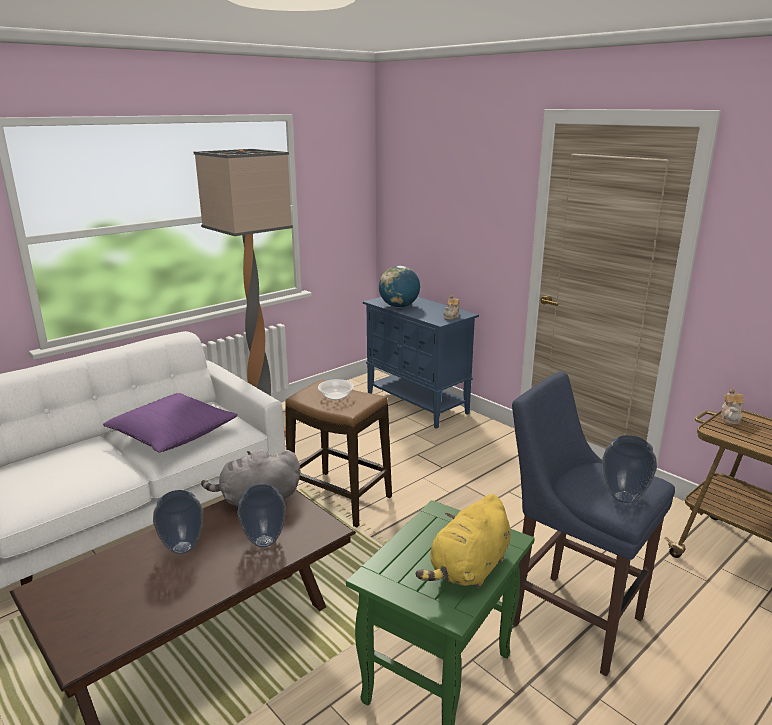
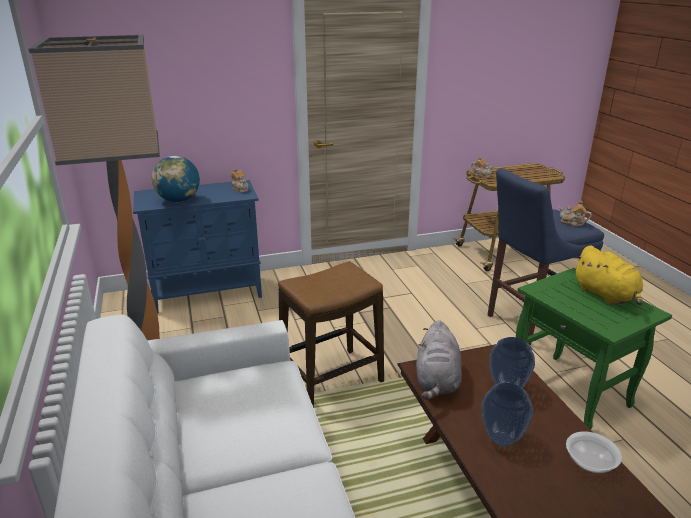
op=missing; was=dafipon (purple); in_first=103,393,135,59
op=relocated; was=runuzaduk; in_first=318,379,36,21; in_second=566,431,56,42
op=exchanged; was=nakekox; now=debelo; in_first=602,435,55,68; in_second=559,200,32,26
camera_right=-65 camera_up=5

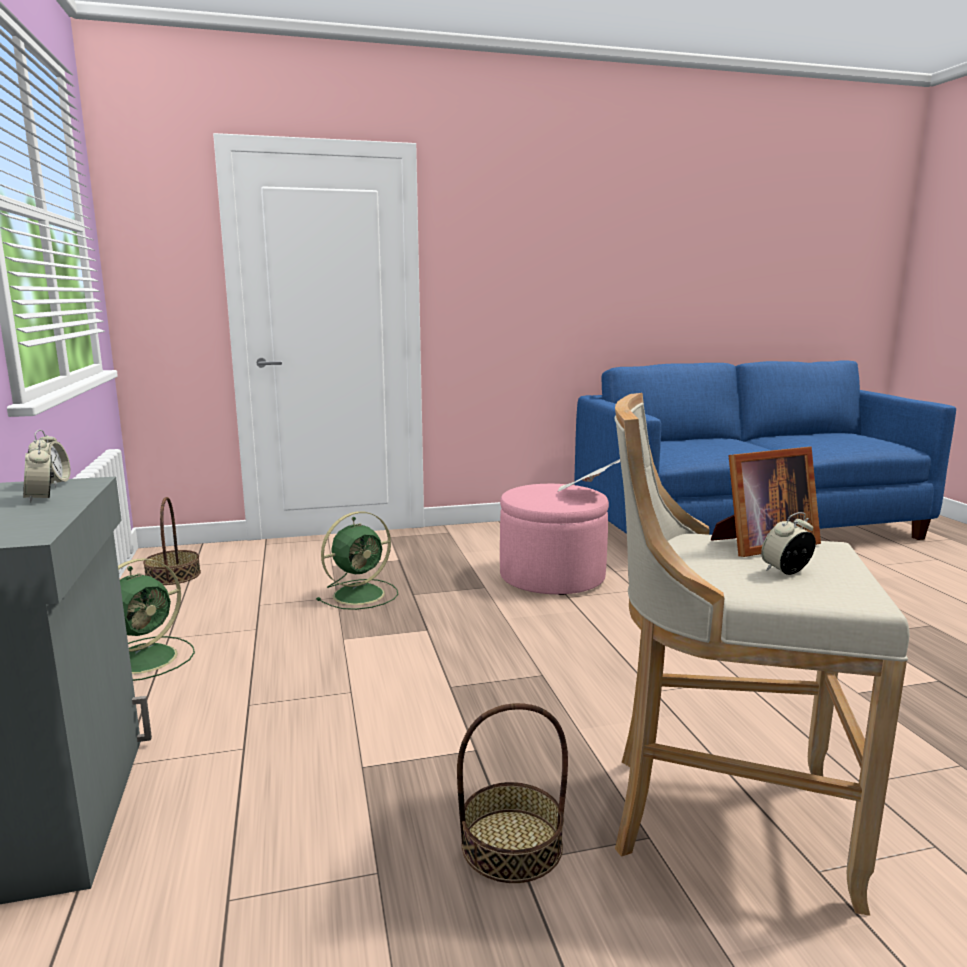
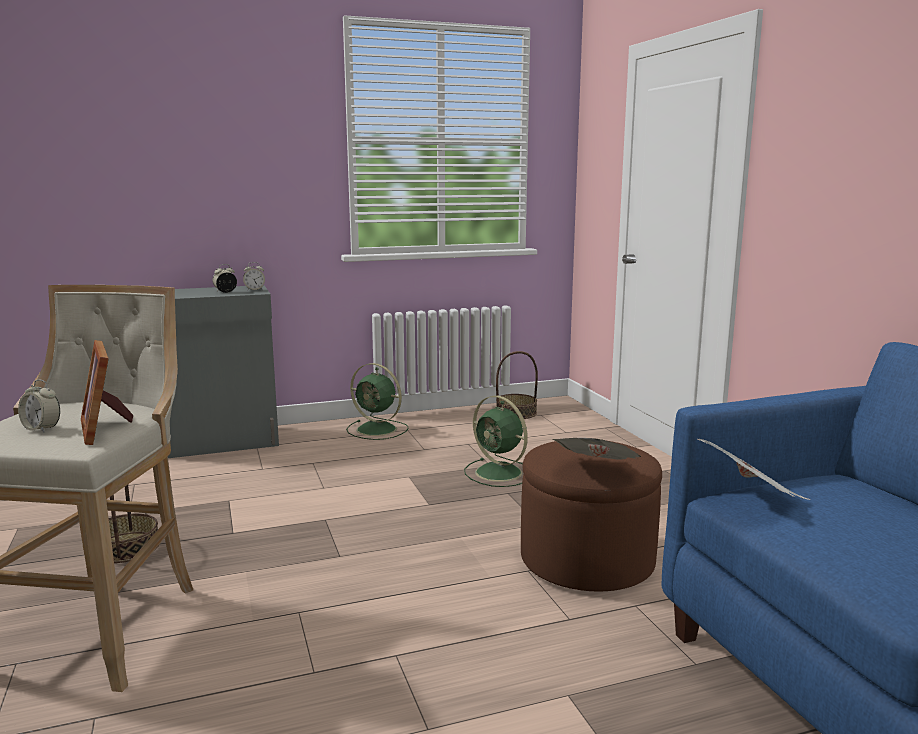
op=appeared; now=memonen; in_second=697,438,113,62
op=colour; was=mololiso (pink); now=mololiso (brown); in_first=500,484,109,111; in_second=521,441,141,150
op=spun; was=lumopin; in_first=761,512,55,63; in_second=18,380,42,53; clockwise=150
camera_right=85 camera_up=0

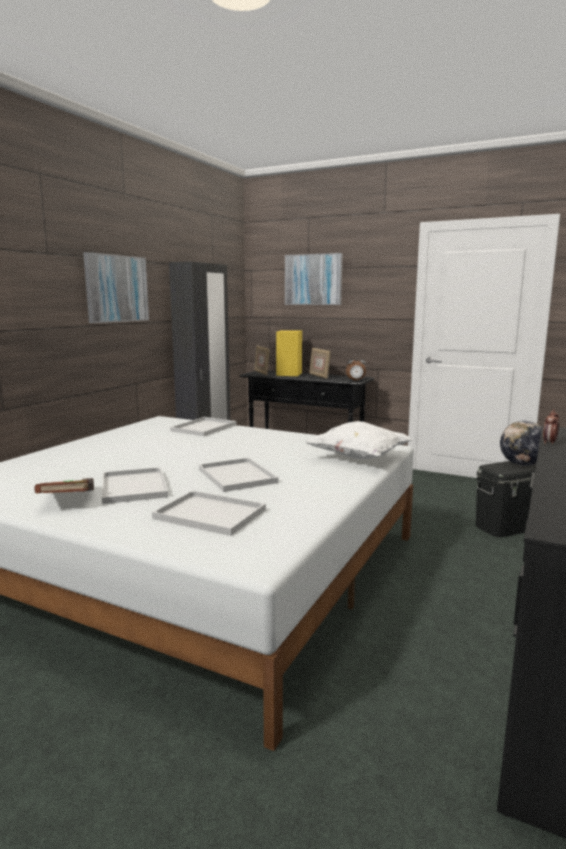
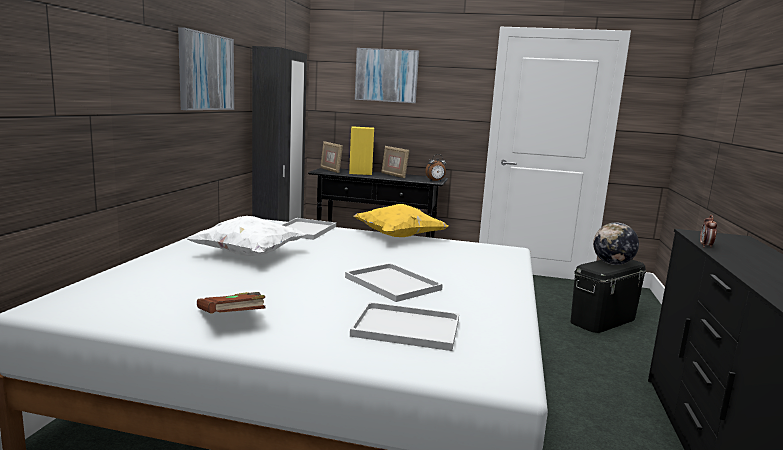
op=missing; was=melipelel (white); in_first=102,467,66,37
op=appeared; now=dafipon (yellow); in_second=353,204,95,33
op=relocated; was=dafipon (white); in_first=305,421,108,38; in_second=185,216,122,40
camera_right=-15 camera_up=0

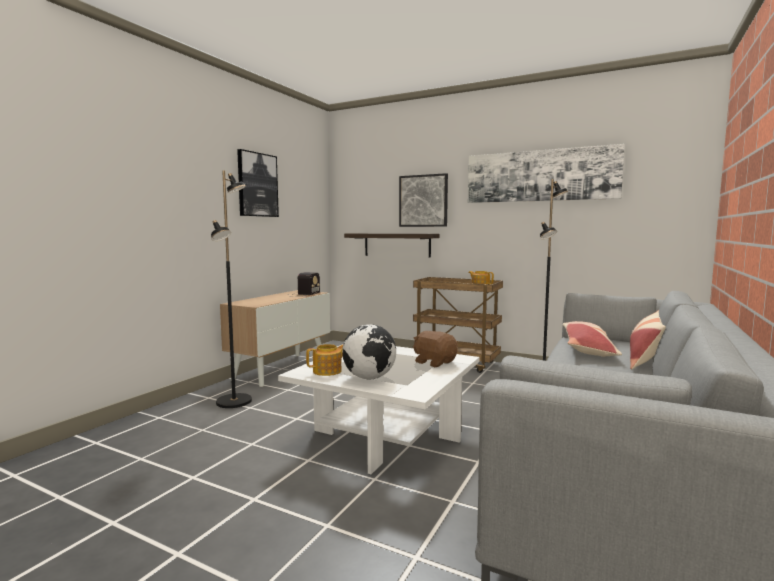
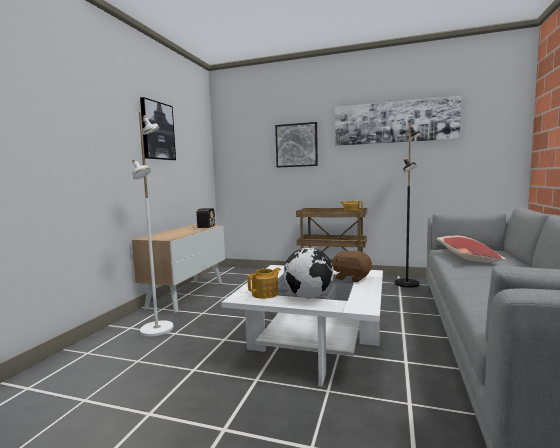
op=missing; was=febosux; in_first=344,233,95,25
op=missing; was=dafipon; in_first=630,310,36,60
op=colour; was=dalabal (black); now=dalabal (white); in_first=211,171,41,237; in_second=132,112,42,225
camera_right=-10 camera_up=0

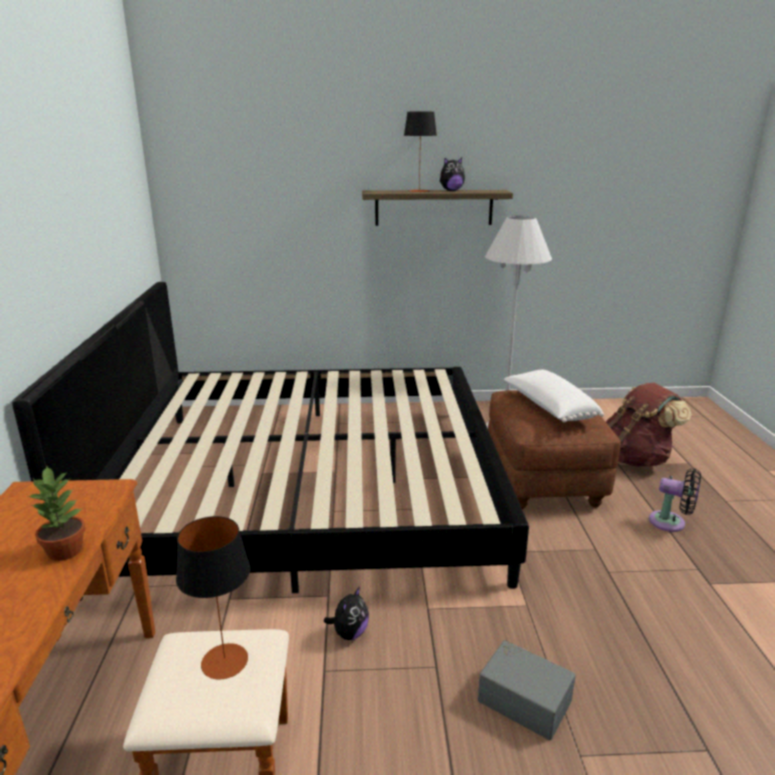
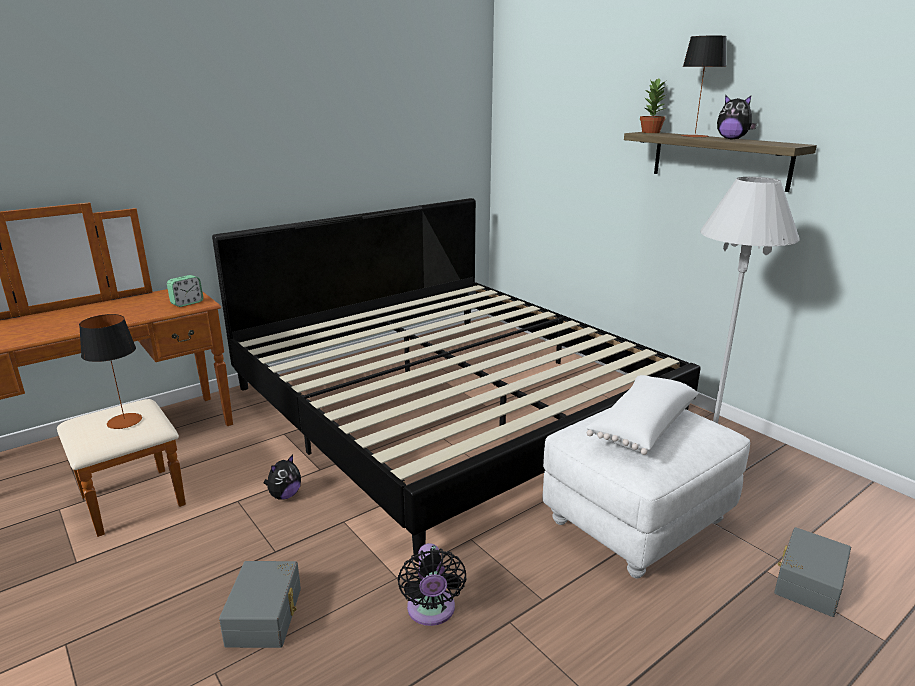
op=appeared; now=lumopin; in_second=167,275,36,32
op=relocated; was=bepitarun; in_first=28,467,58,94; in_second=640,78,26,55
op=relocated; was=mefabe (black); in_first=649,468,52,64; in_second=398,543,69,83
op=exchanged; was=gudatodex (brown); now=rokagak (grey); in_first=606,383,86,83; in_second=774,527,77,90
op=colour; was=mololiso (brown); now=mololiso (white); in_first=488,390,133,119; in_second=543,408,207,170
op=spun; was=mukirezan; in_first=324,586,45,54; in_second=263,455,38,45; clockwise=-45
camera_right=55 camera_up=0

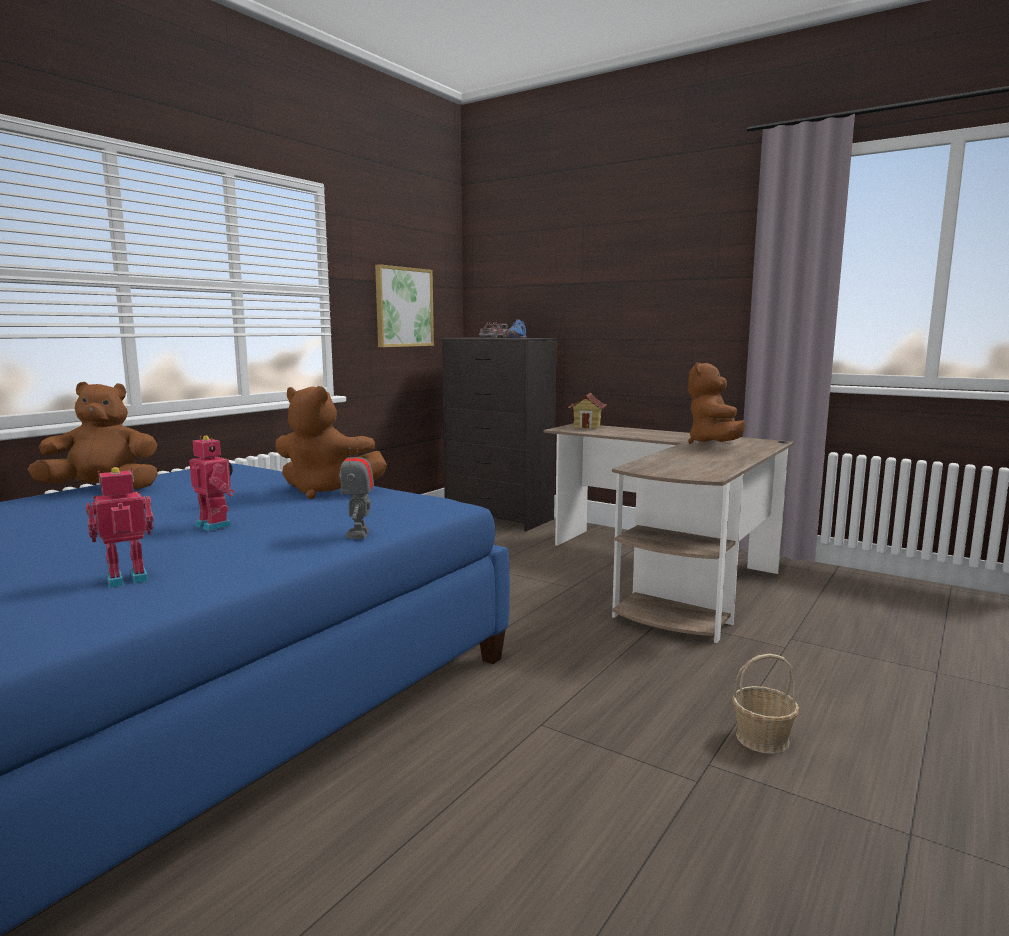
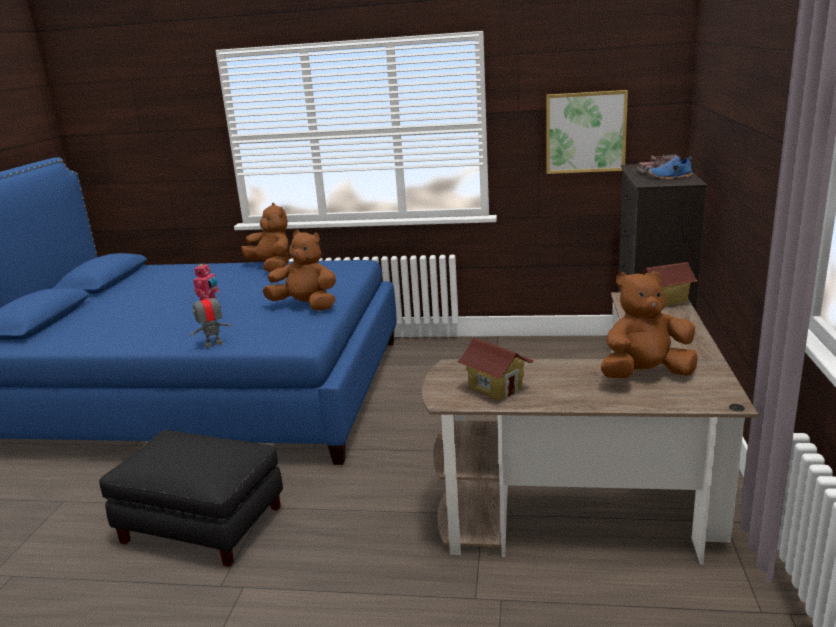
op=missing; was=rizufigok; in_first=86,467,68,121
op=missing; was=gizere; in_first=732,653,67,101
op=appeared; now=mololiso (black); in_second=99,430,184,137
op=appeared; now=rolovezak; in_second=456,338,78,63
op=spun; was=mukirezan (brown); in_first=275,386,112,113; in_second=263,230,73,81; clockwise=120
camera_right=65 camera_up=10

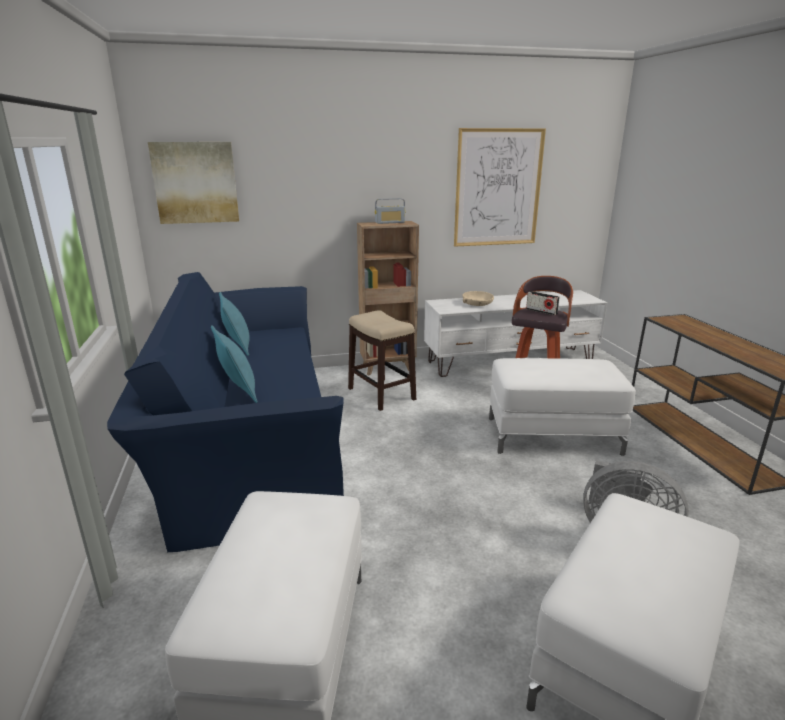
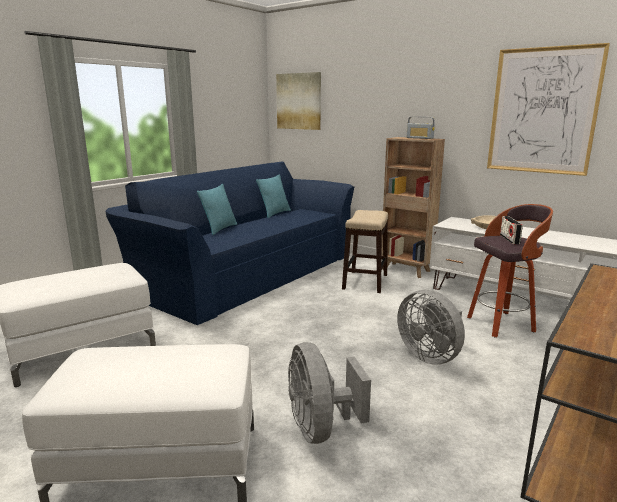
op=exchanged; was=mololiso (white); now=mefabe (grey); in_first=489,358,147,98; in_second=397,290,68,74
camera_right=50 camera_up=-5

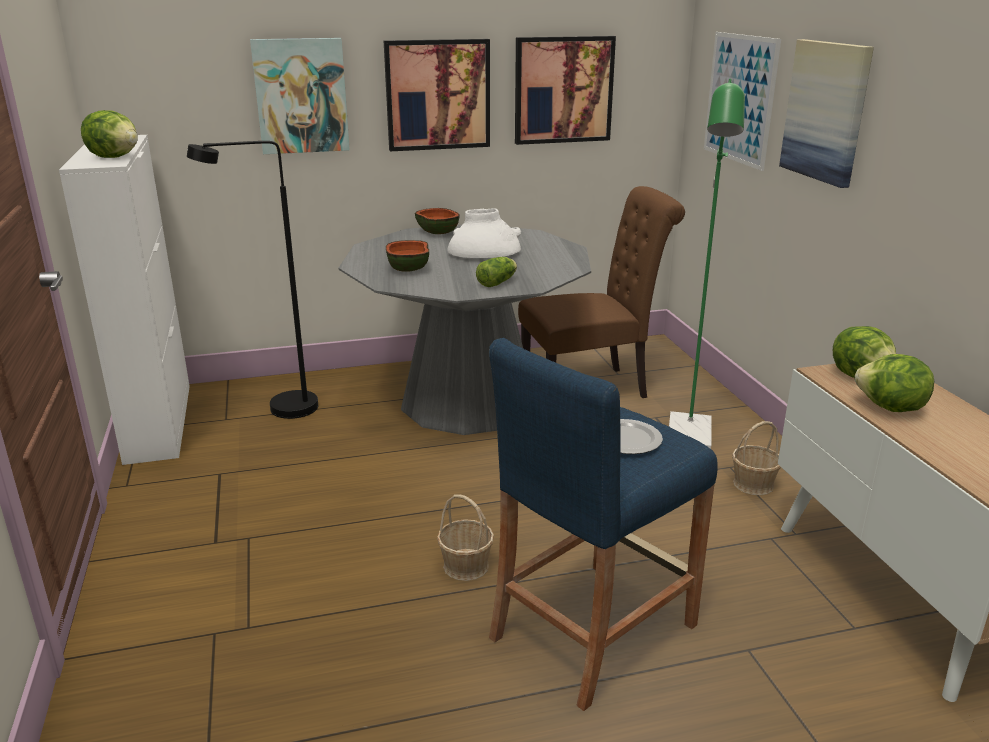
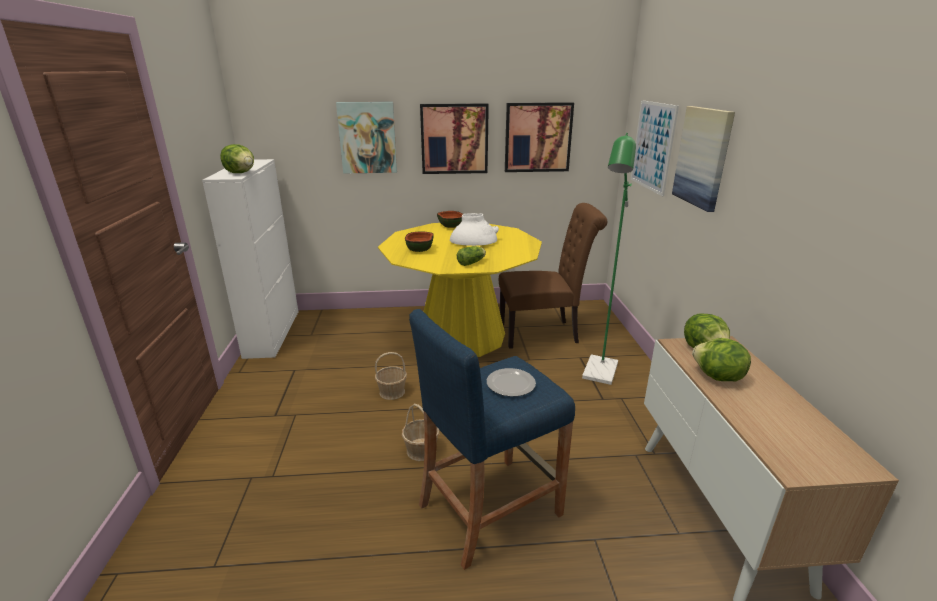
op=missing; was=dalabal (black); in_first=187,141,131,278
op=relocated; was=gizere; in_first=732,421,49,74; in_second=375,352,32,48
op=colour; was=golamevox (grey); now=golamevox (yellow); in_first=338,225,253,210; in_second=378,223,164,134
camera_right=10 camera_up=0

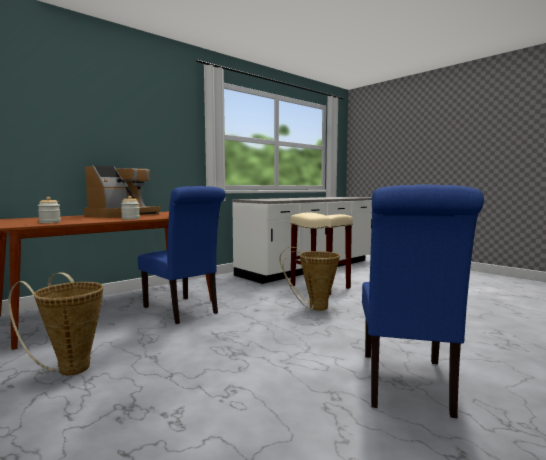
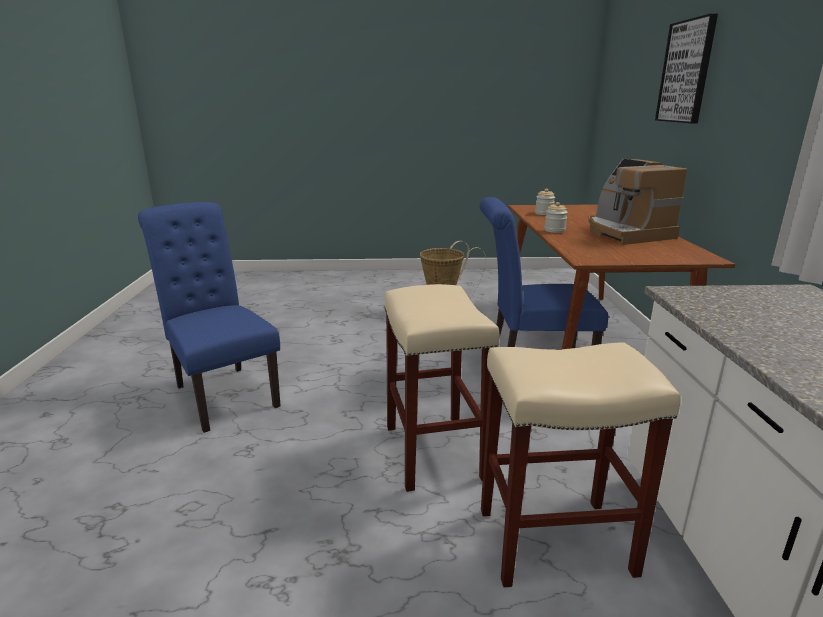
op=appeared; now=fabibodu; in_second=655,13,63,110
op=exchanged; was=gizere; now=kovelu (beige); in_first=279,247,61,64; in_second=384,284,115,208
camera_right=130 camera_up=15

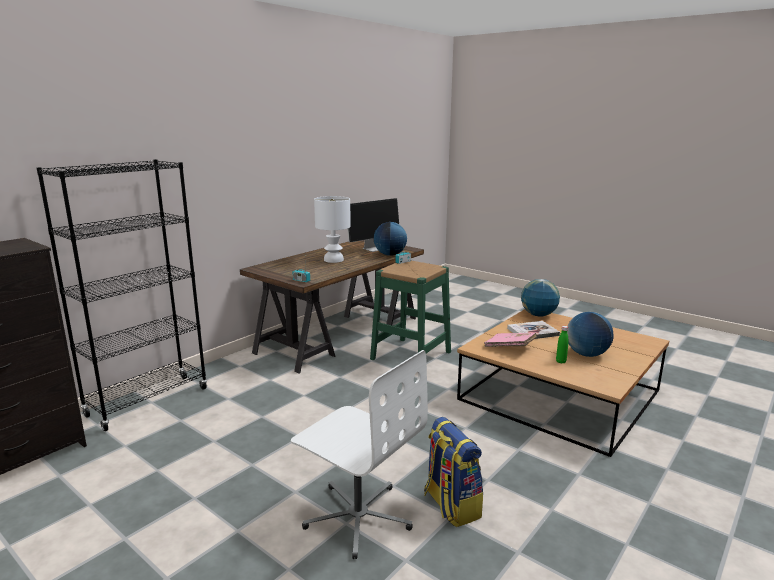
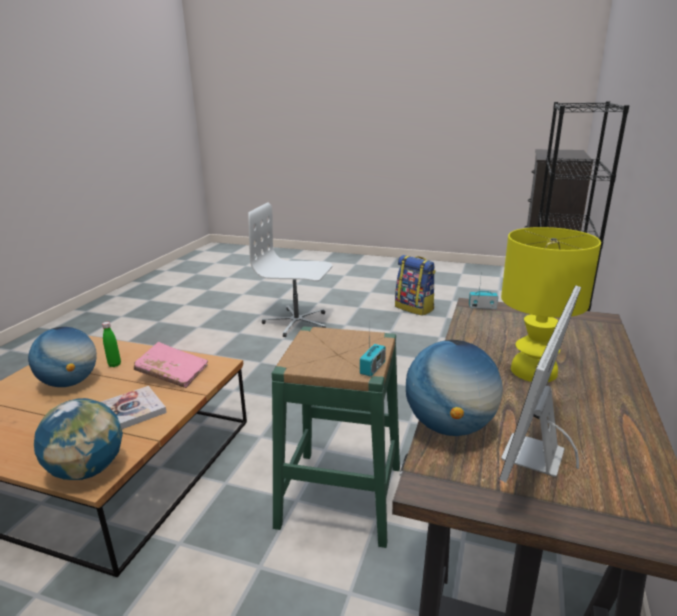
op=relocated; was=gudatodex; in_first=424,417,59,110; in_second=395,255,40,61
op=colour; was=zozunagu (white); now=zozunagu (yellow); in_first=314,196,37,67; in_second=501,227,100,155
camera_right=160 camera_up=5

